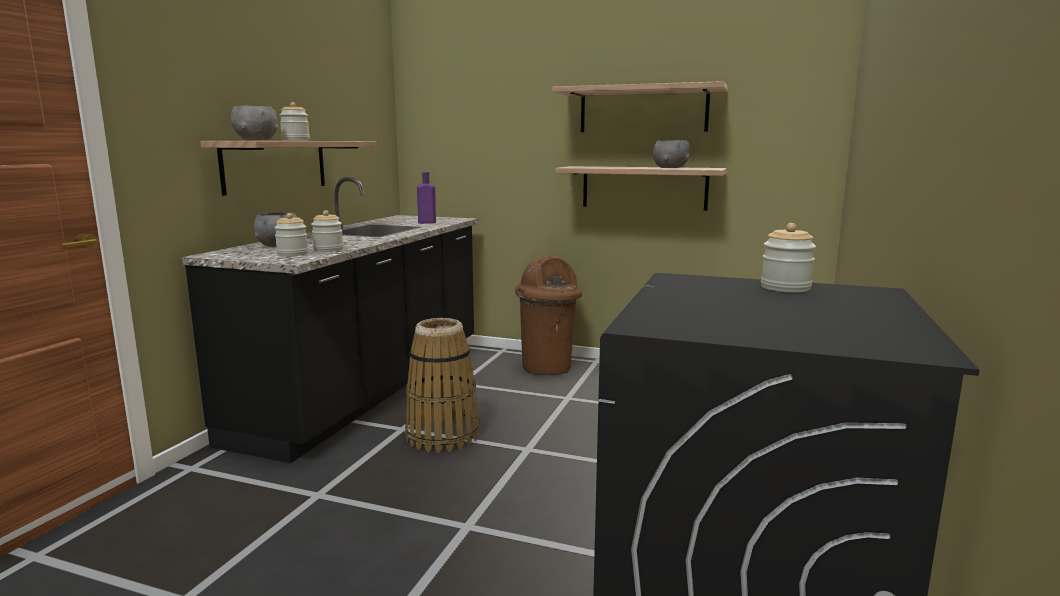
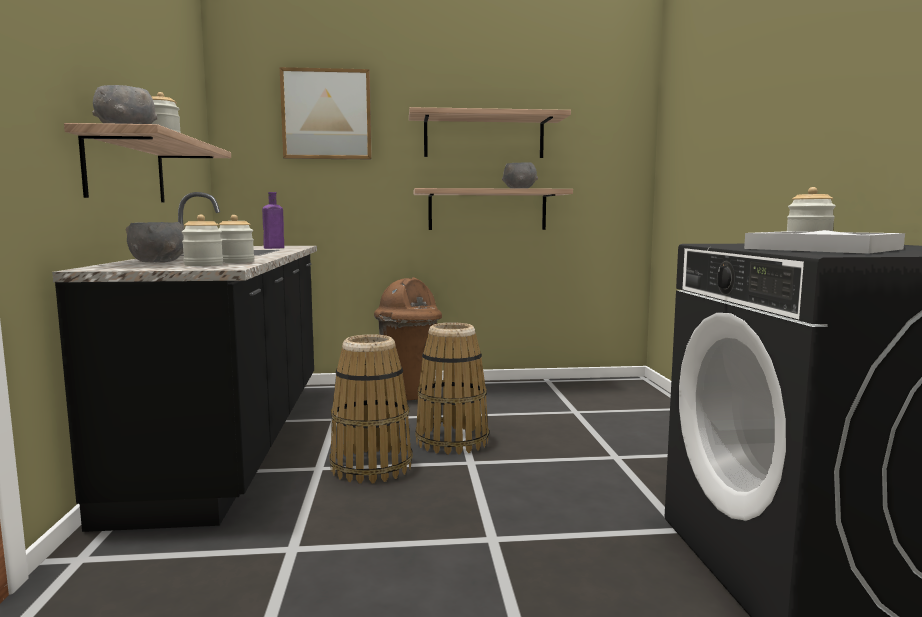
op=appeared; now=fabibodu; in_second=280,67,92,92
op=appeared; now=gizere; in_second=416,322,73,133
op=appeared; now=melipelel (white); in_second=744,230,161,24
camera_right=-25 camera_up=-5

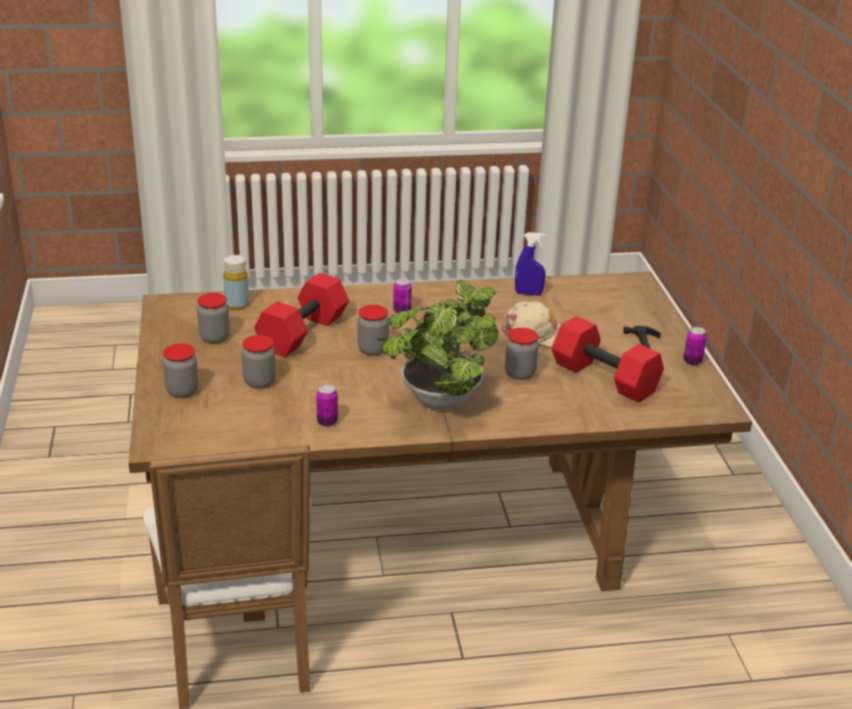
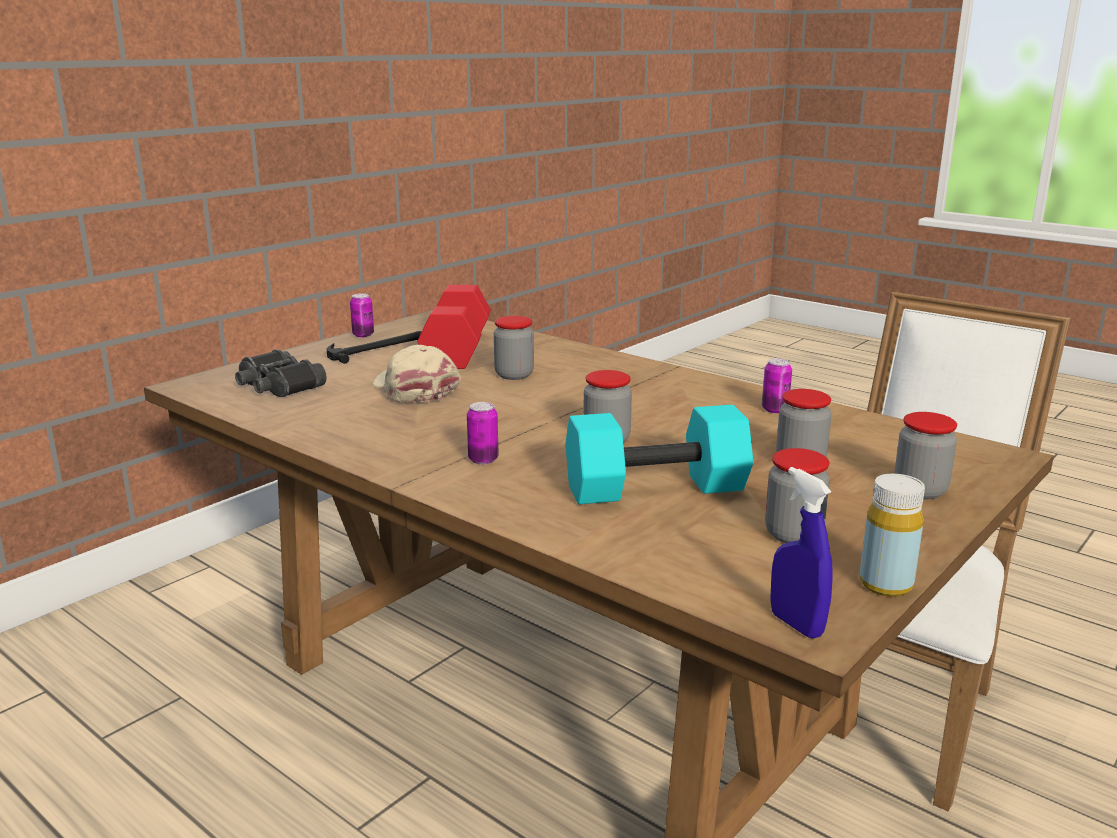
op=missing; was=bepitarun; in_first=377,280,121,130
op=appeared; now=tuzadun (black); in_second=235,349,92,48
op=relocated; was=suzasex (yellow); in_first=223,255,26,55; in_second=860,474,65,123
op=relocated; was=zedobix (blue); in_first=515,232,30,64; in_second=770,467,63,172
op=colour; was=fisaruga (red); now=fisaruga (turquoise); in_first=254,273,95,84; in_second=565,405,188,99
camera_right=-130 camera_up=-10

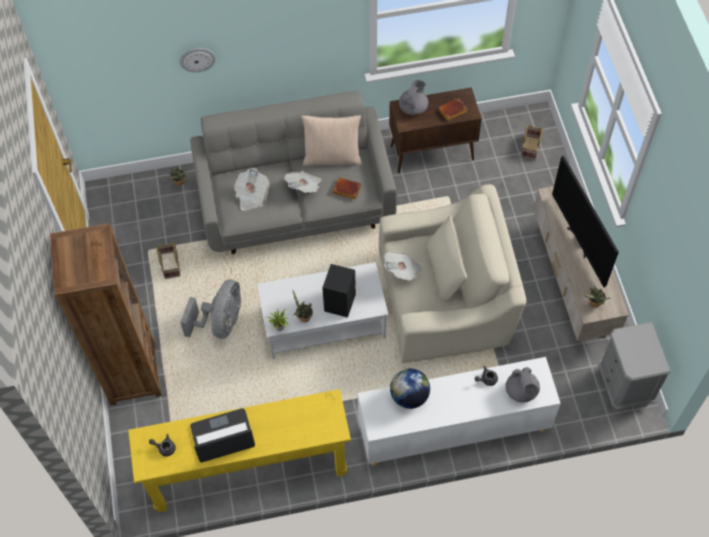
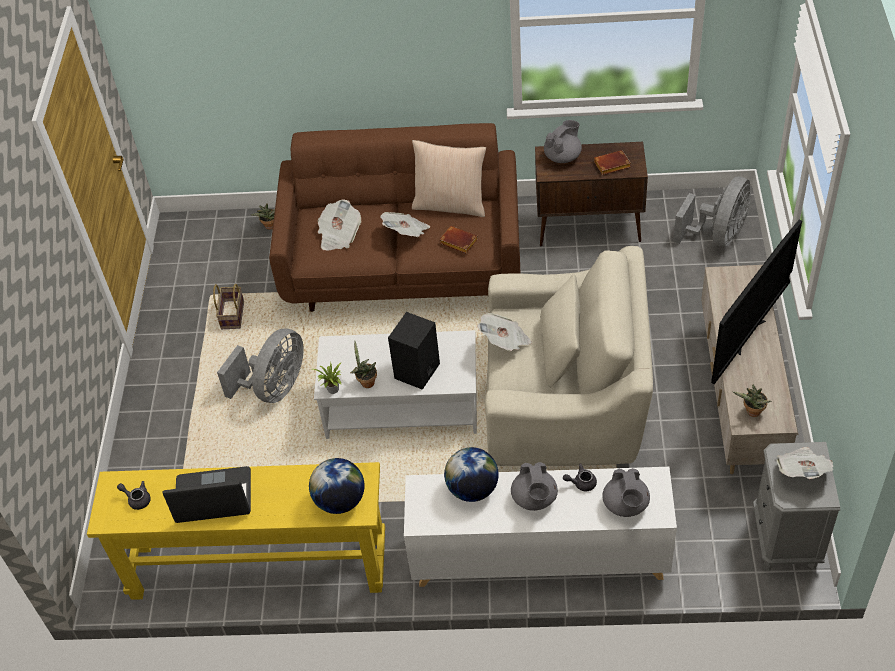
op=missing; was=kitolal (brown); in_first=50,223,112,183
op=missing; was=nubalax; in_first=179,48,37,24
op=appeared; now=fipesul; in_second=309,458,56,56
op=appeared; now=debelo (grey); in_second=511,462,47,49
op=appeared; now=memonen; in_second=777,447,56,32
op=exchanged; was=gizere; now=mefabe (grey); in_first=521,124,22,36; in_second=673,176,78,71
op=colour; was=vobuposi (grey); now=vobuposi (brown); in_first=190,91,207,163; in_second=269,123,252,189
op=spun; was=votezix; in_first=552,156,67,131; in_second=711,220,91,164; clockwise=-135
camera_right=15 camera_up=-10

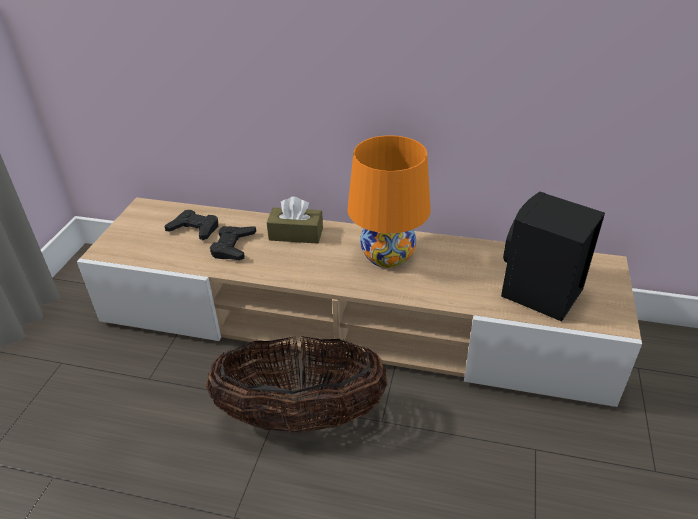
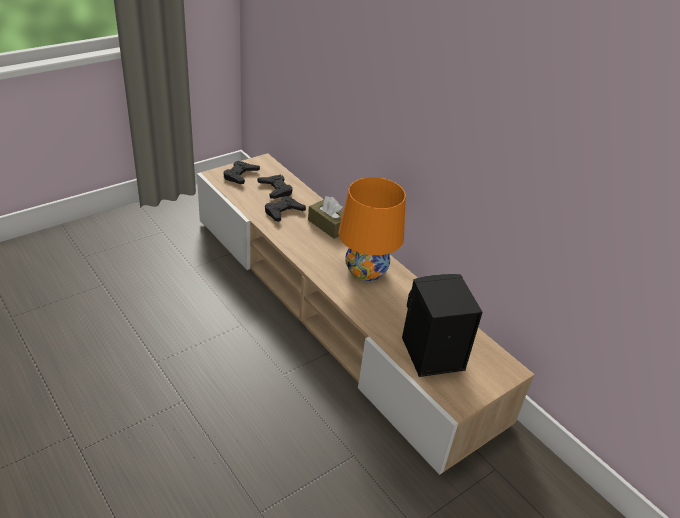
op=missing; was=gizere; in_first=206,336,182,97
op=appeared; now=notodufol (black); in_second=223,161,37,23
camera_right=35 camera_up=0

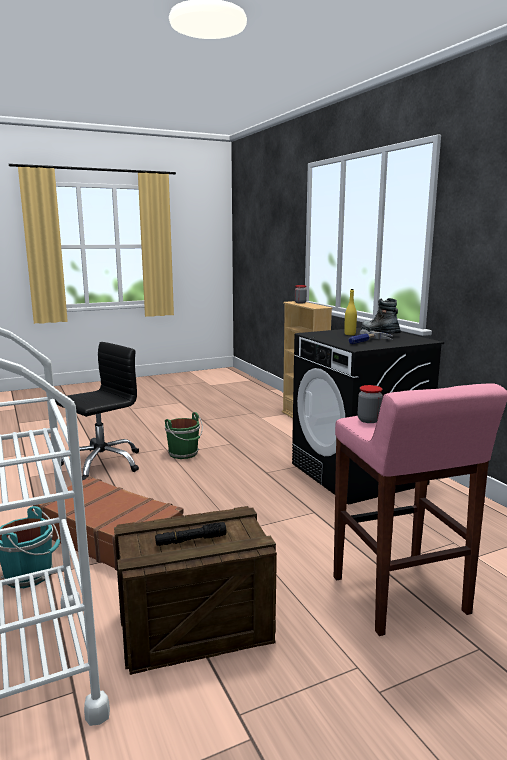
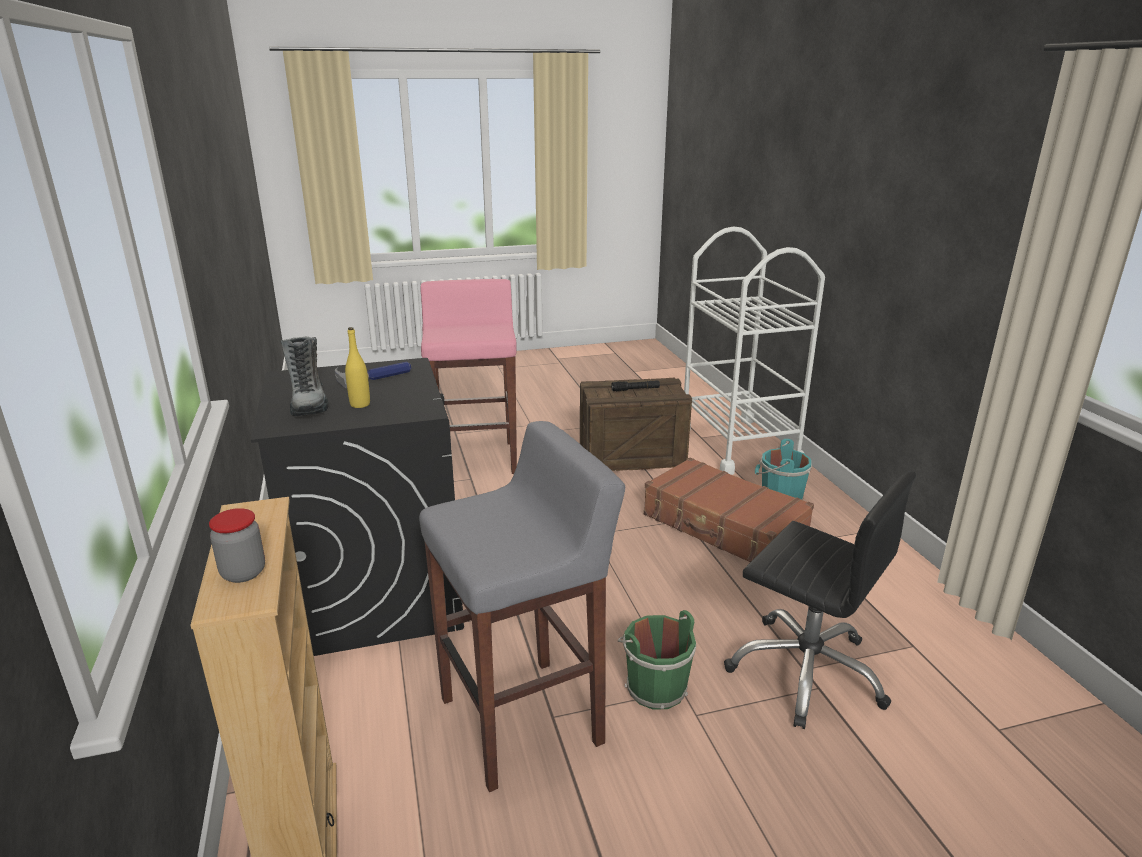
op=missing; was=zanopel; in_first=358,385,25,38
op=appeared; now=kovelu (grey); in_second=419,421,206,371
op=spun; was=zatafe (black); in_first=55,342,84,139; in_second=724,471,192,258; clockwise=-105
camera_right=-170 camera_up=10

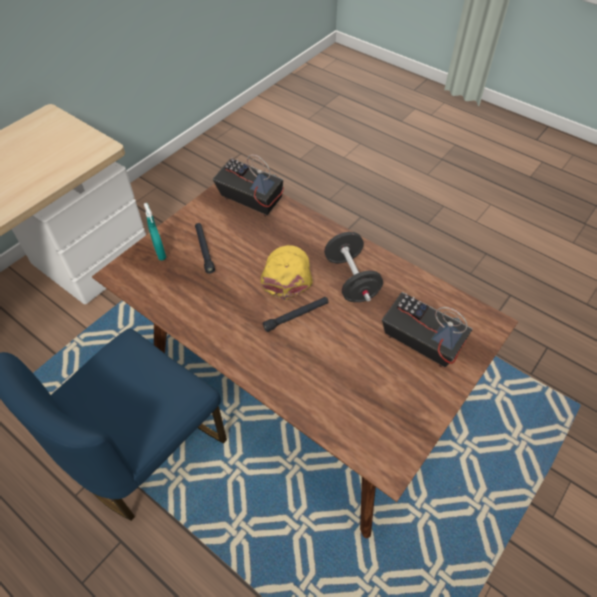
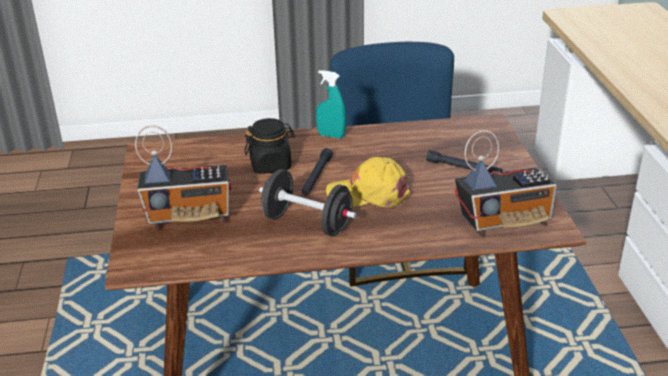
op=appeared; now=zanopel (black); in_second=244,118,51,56
op=relocated; was=zedobix (turquoise); in_first=144,203,22,57; in_second=316,70,30,68
op=spun; was=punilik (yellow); in_first=261,245,52,55; in_second=326,157,84,50; clockwise=135
camera_right=135 camera_up=-20

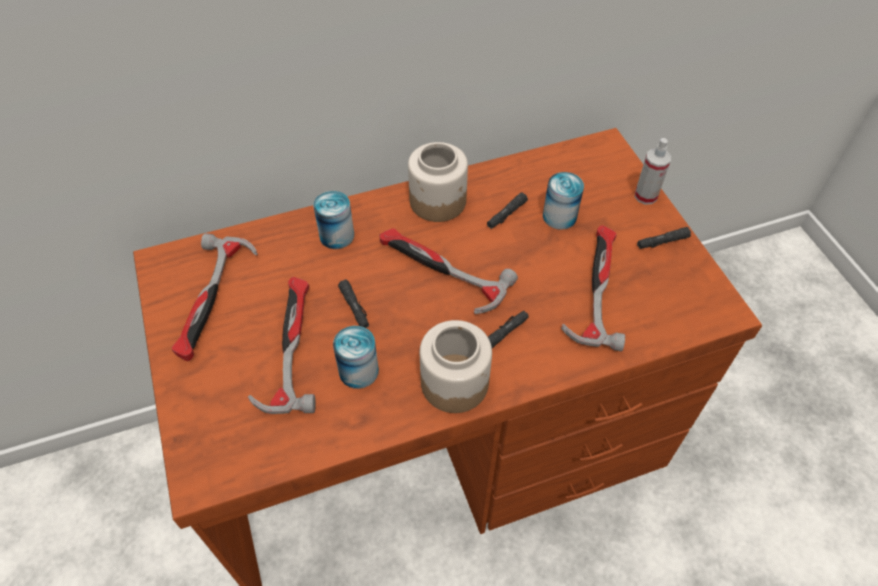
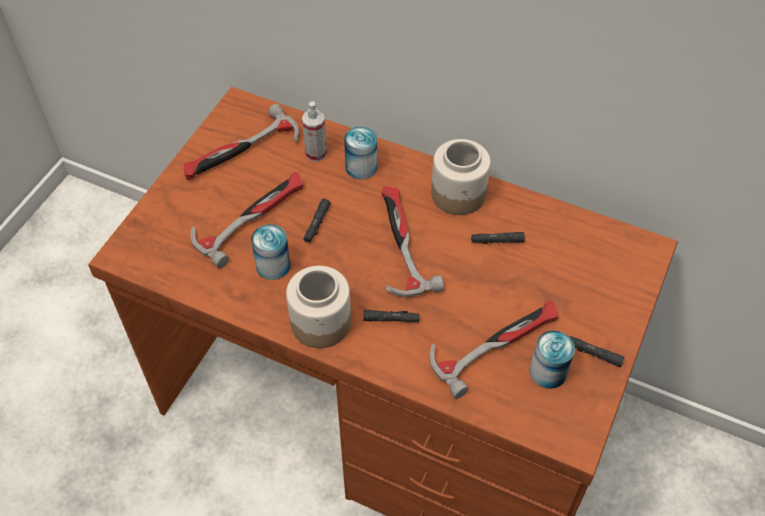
op=relocated; was=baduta; in_first=543,172,41,58; in_second=530,330,45,59
op=relocated; was=zedobix; in_first=635,138,36,67; in_second=302,101,25,61
camera_right=45 camera_up=0

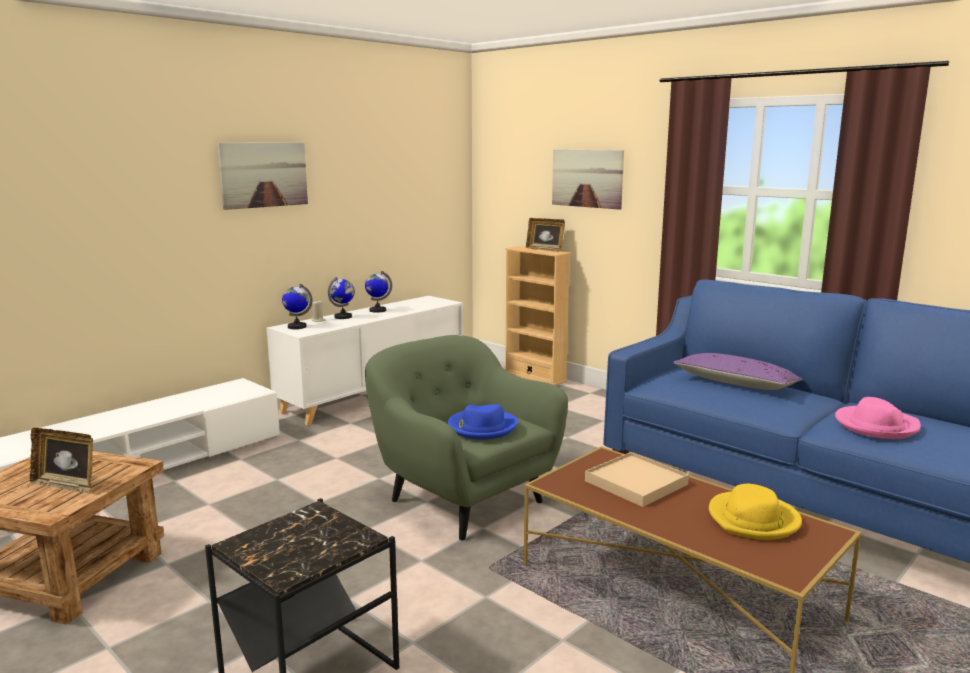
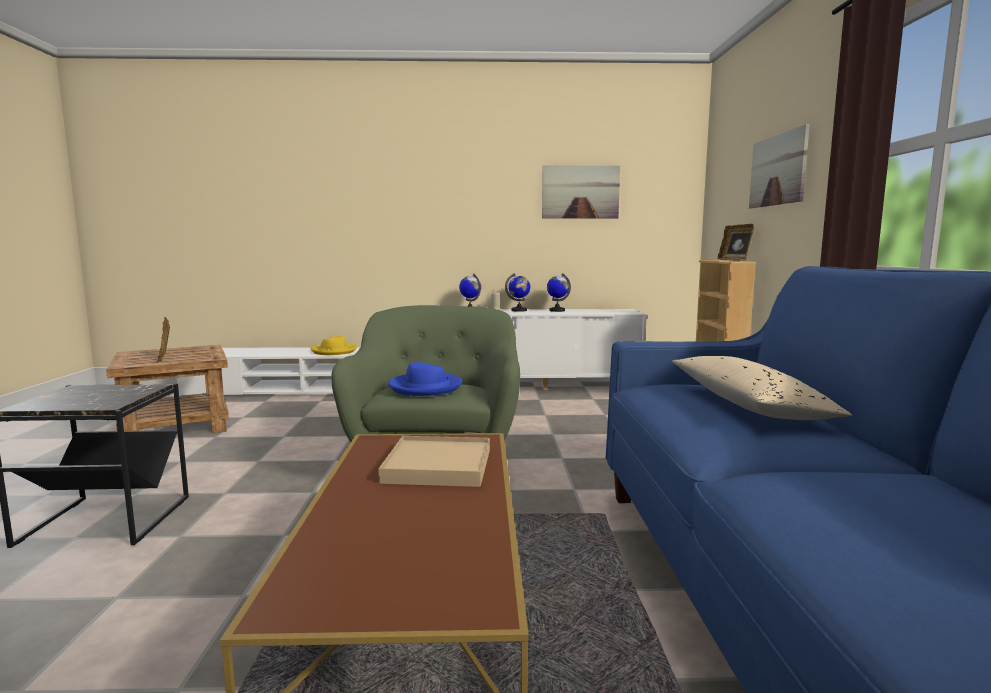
op=missing; was=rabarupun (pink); in_first=835,397,86,42
op=relocated; was=fabibodu; in_first=217,143,91,67; in_second=542,165,78,54
op=relocated; was=rabarupun (yellow); in_first=709,484,93,56; in_second=311,335,46,20
op=colour; was=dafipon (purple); now=dafipon (beige); in_first=672,353,131,37; in_second=672,356,180,64
camera_right=45 camera_up=-5

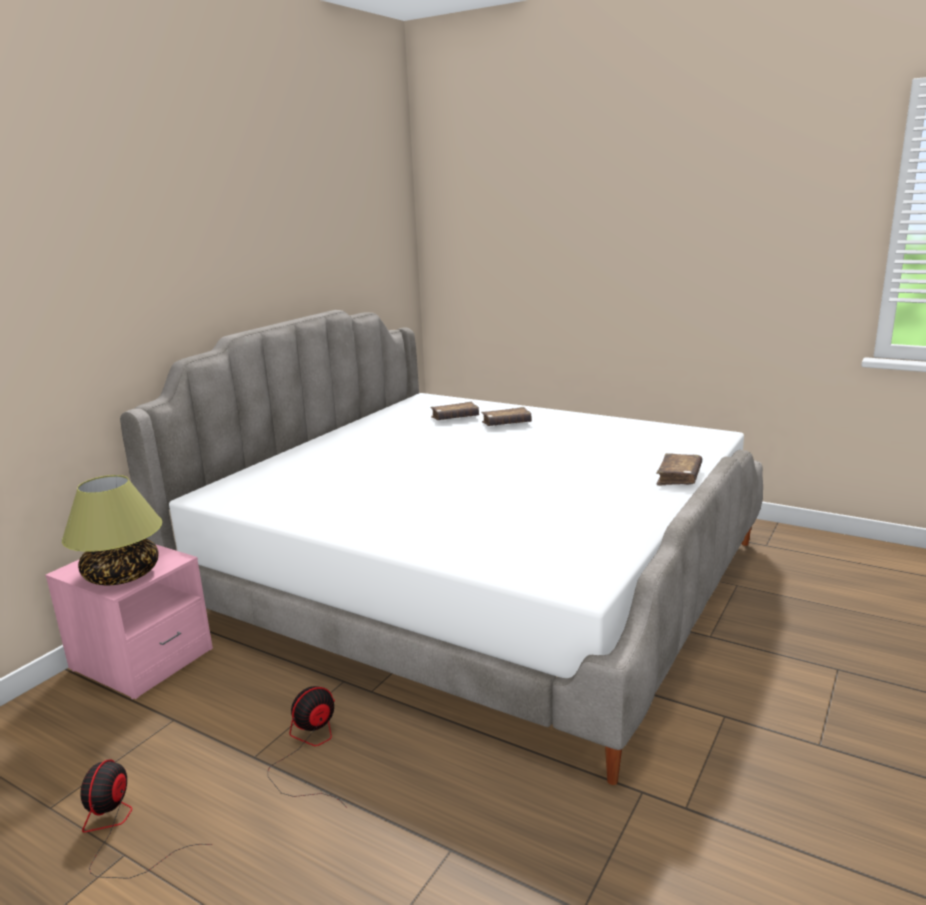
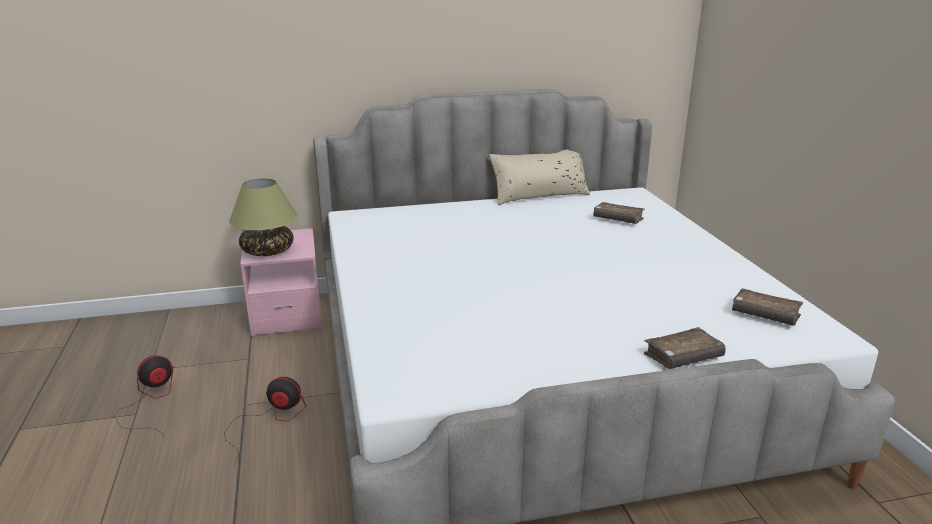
op=appeared; now=dafipon (beige); in_second=489,150,101,55
op=relocated; was=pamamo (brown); in_first=481,407,51,19; in_second=732,288,71,38
camera_right=45 camera_up=5

